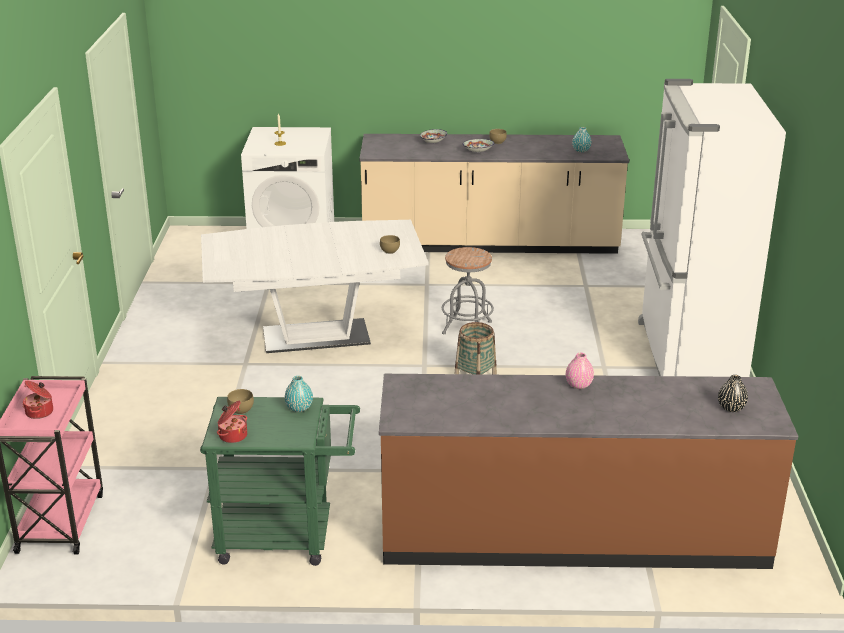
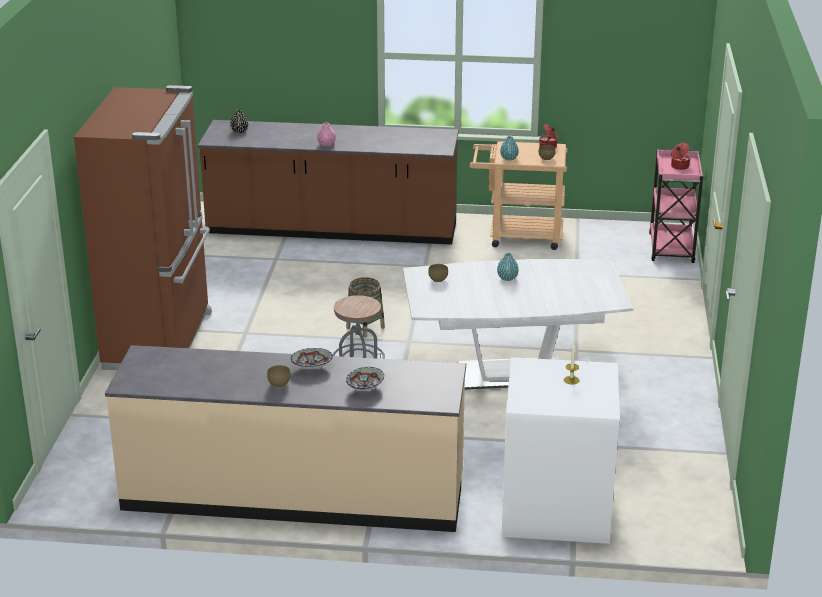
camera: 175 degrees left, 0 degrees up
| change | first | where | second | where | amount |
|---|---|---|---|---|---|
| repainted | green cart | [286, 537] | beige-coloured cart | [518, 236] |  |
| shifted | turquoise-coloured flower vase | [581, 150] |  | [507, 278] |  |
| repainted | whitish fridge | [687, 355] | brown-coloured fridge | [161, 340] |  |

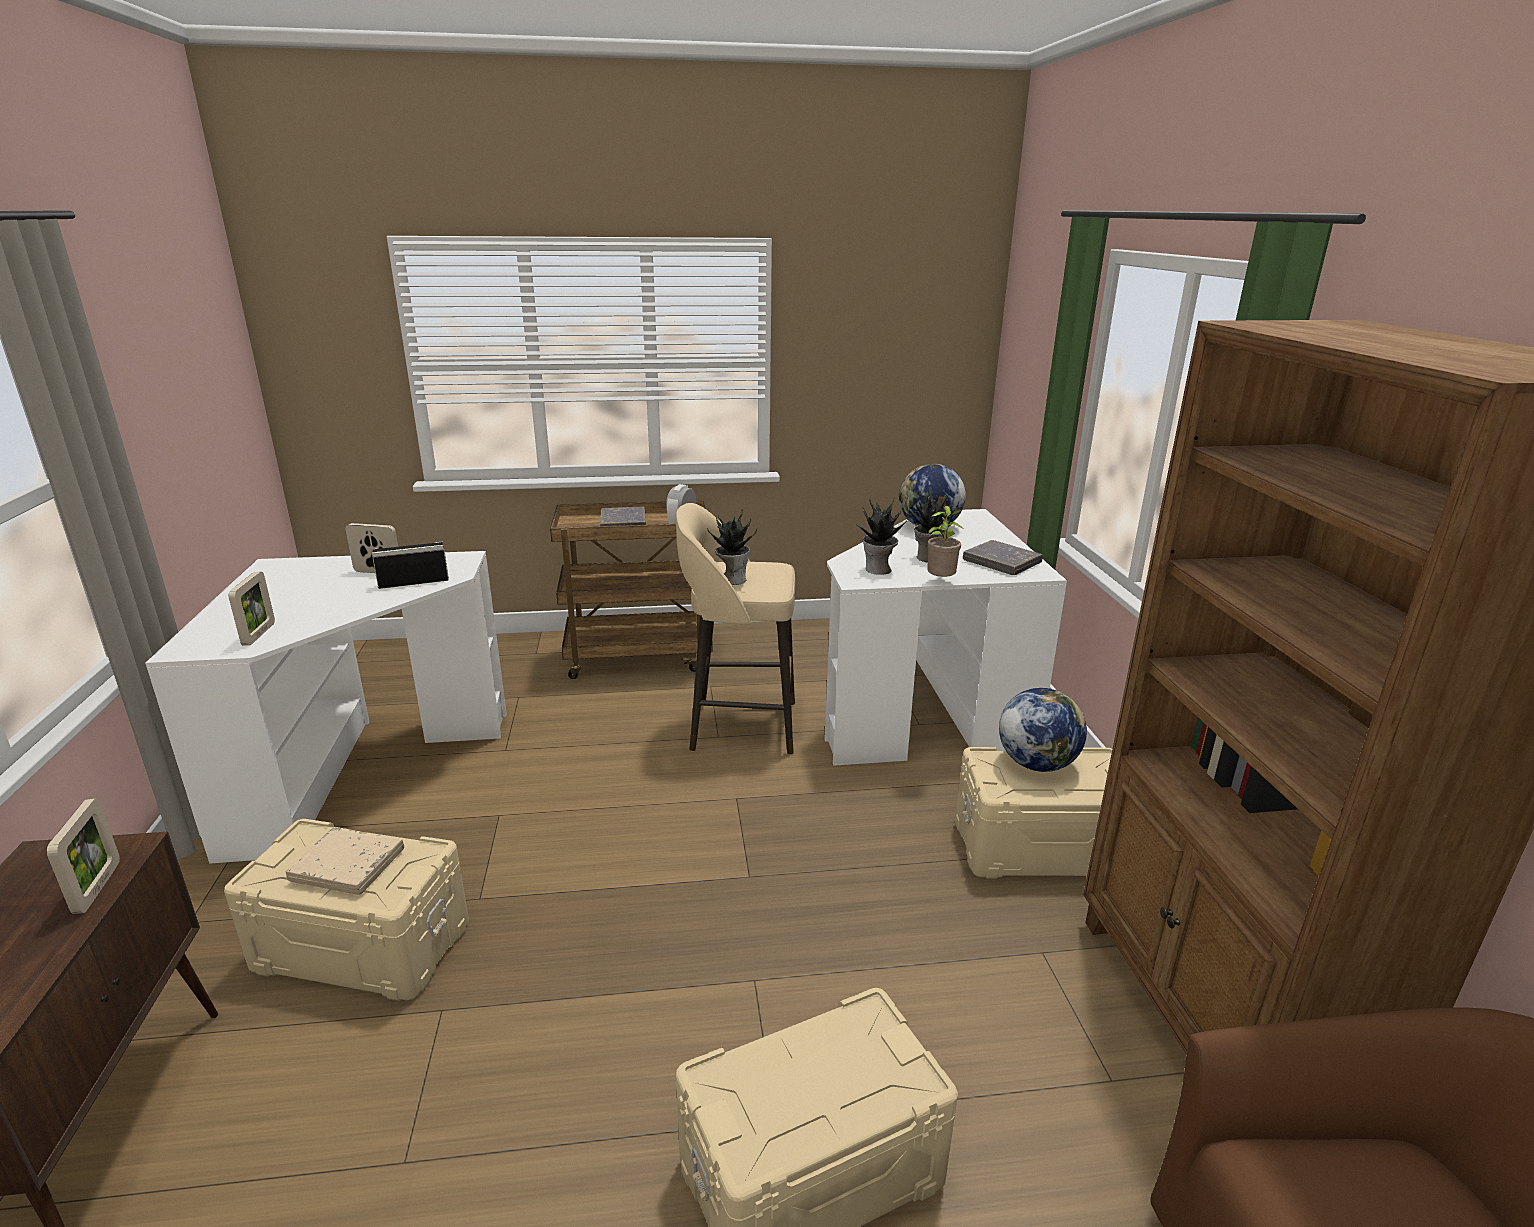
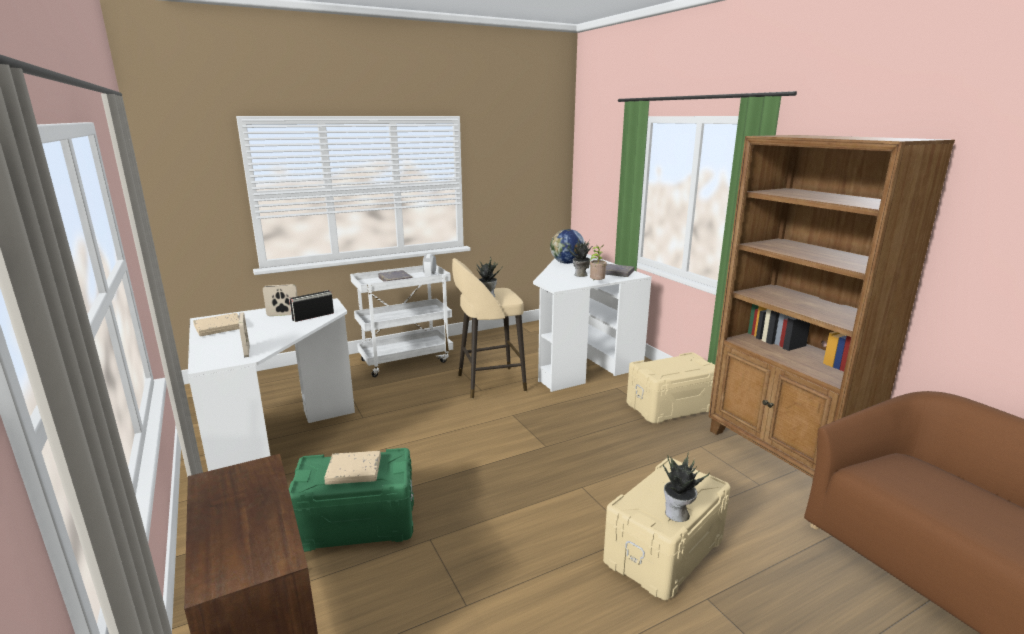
camera: 20 degrees left, 5 degrees down
| change | first | where | second | where | amount |
|---|---|---|---|---|---|
| gone | picture frame | [97, 887] |  |  |  |
| repainted | beige-coloured storage container | [364, 944] | green storage container | [357, 523] |  |
| repainted | brown-coloured cart | [640, 657] | whitish cart | [406, 360] |  |
| shifted | plant in a pot | [878, 570] |  | [677, 515] |  |
| gone | globe | [1036, 764] |  |  |  |
| new |  |  | beige-coloured volume | [219, 328] |  |

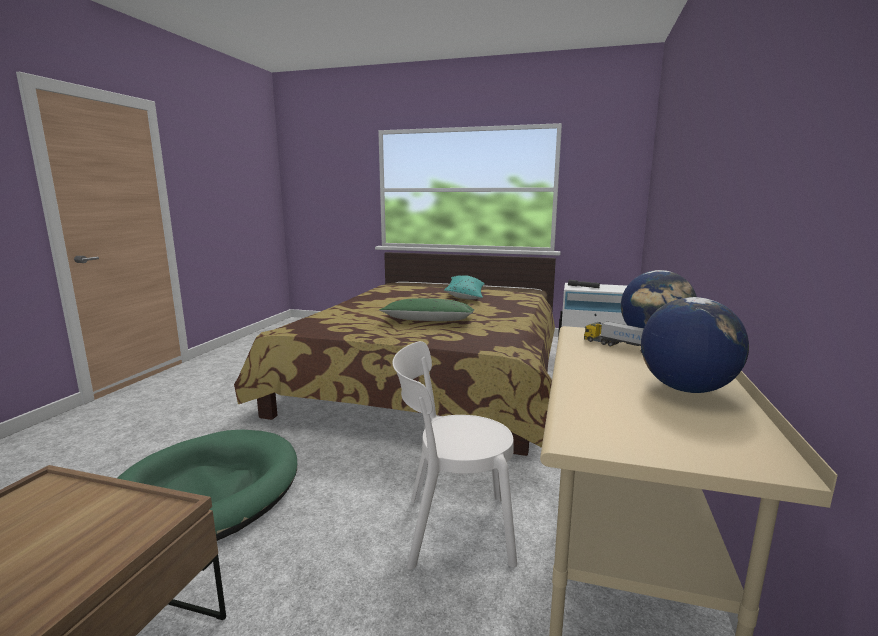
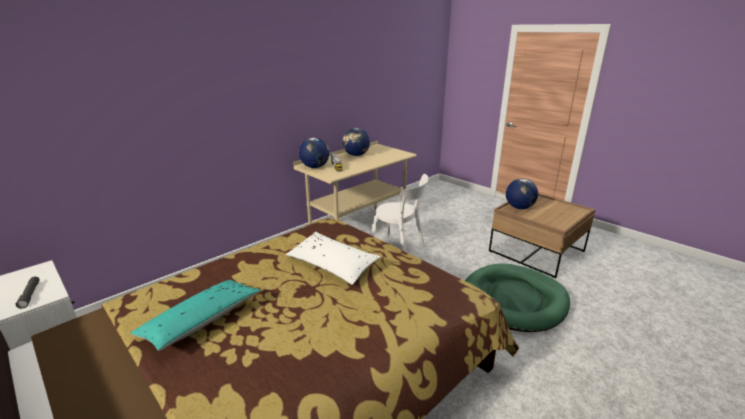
camera: 150 degrees left, 10 degrees up
| change | first | where | second | where | amount |
|---|---|---|---|---|---|
| repainted | green throw pillow | [428, 320] | whitish throw pillow | [332, 265] |  |
| new |  |  | globe | [519, 207] |  |

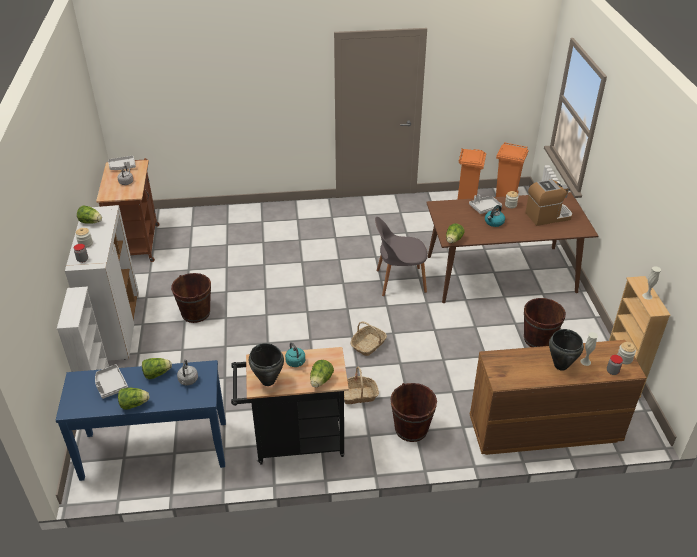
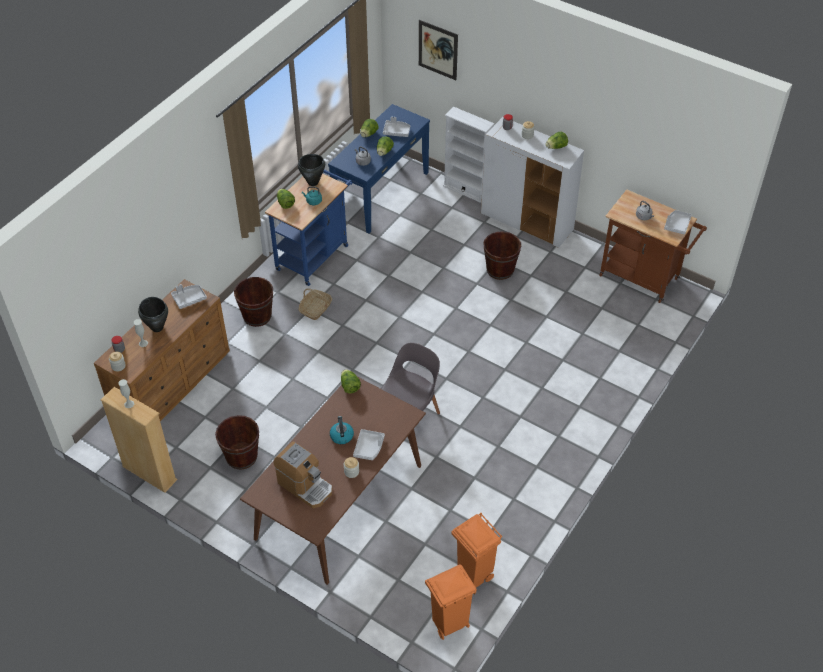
camera: 130 degrees right, 10 degrees up
| change | first | where | second | where | amount |
|---|---|---|---|---|---|
| repainted | blackish cart | [293, 442] | blue-coloured cart | [315, 254] |  |
| gone | storage basket | [368, 345] |  |  |  |
| rotated | coffee maker | [548, 216] |  | [305, 486] | 75 degrees counterclockwise |
| new |  |  | grey carrying tray | [189, 299] |  |
| new |  |  | picture | [438, 50] |  |

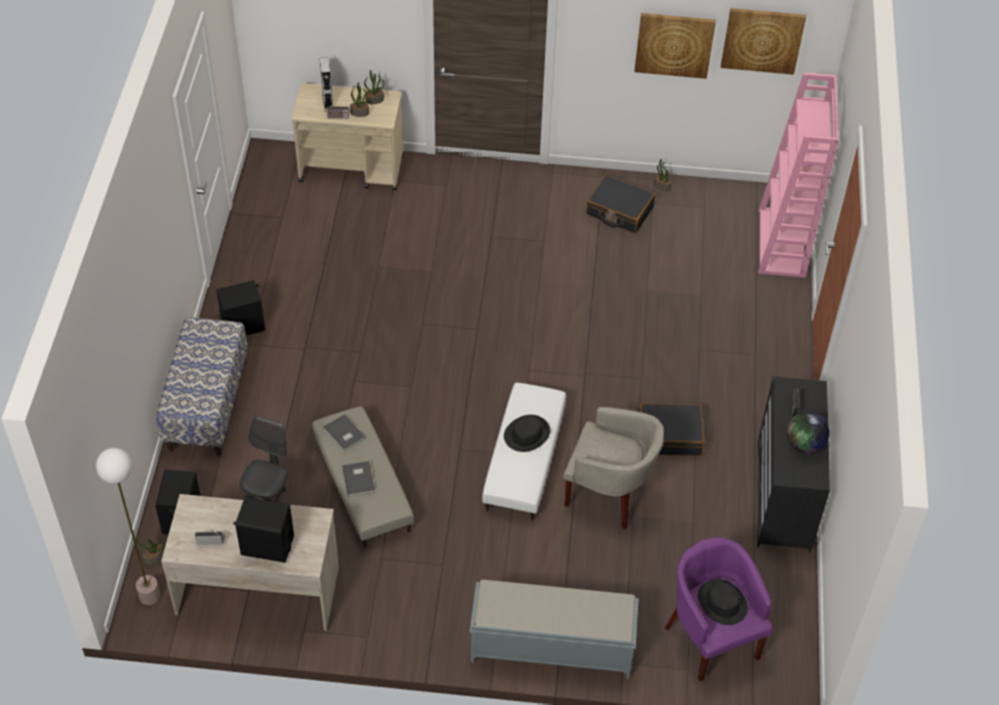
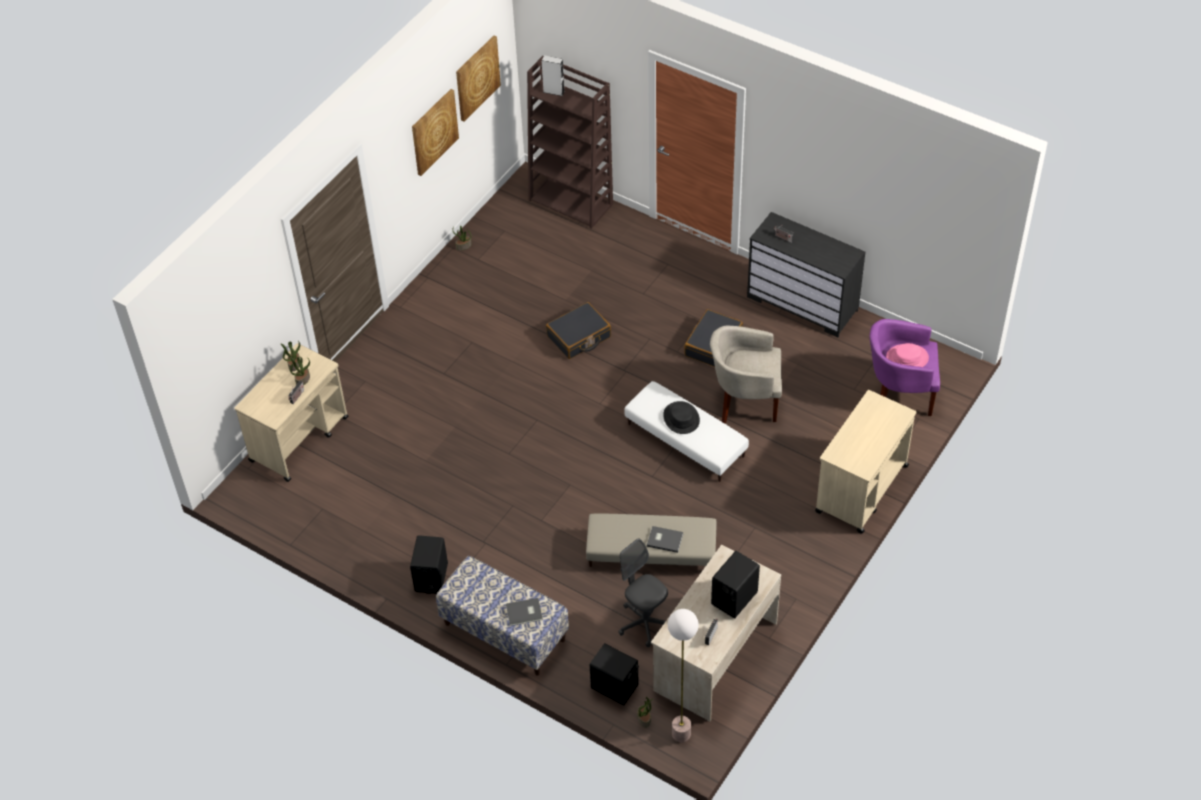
camera: 60 degrees left, 0 degrees up
| change | first | where | second | where | amount |
|---|---|---|---|---|---|
| shifted | grey loudspeaker | [327, 100] |  | [554, 91] |  |
| shifted | grey volume | [343, 434] |  | [525, 613] |  |
| swapped | grey long seat | [550, 646] | beige-coloured cart | [861, 489] |  |
| rotated | beige-coloured easy chair | [610, 493] |  | [745, 400] | 135 degrees counterclockwise |
| shifted | blackish suitcase | [619, 211] |  | [579, 337] |  |
| repainted | blackish wearable hat | [722, 603] | pink wearable hat | [907, 358] |  |
| repainted | pink bookcase | [782, 244] | brown-coloured bookcase | [571, 202] |  |
| gone | globe | [804, 445] |  |  |  |

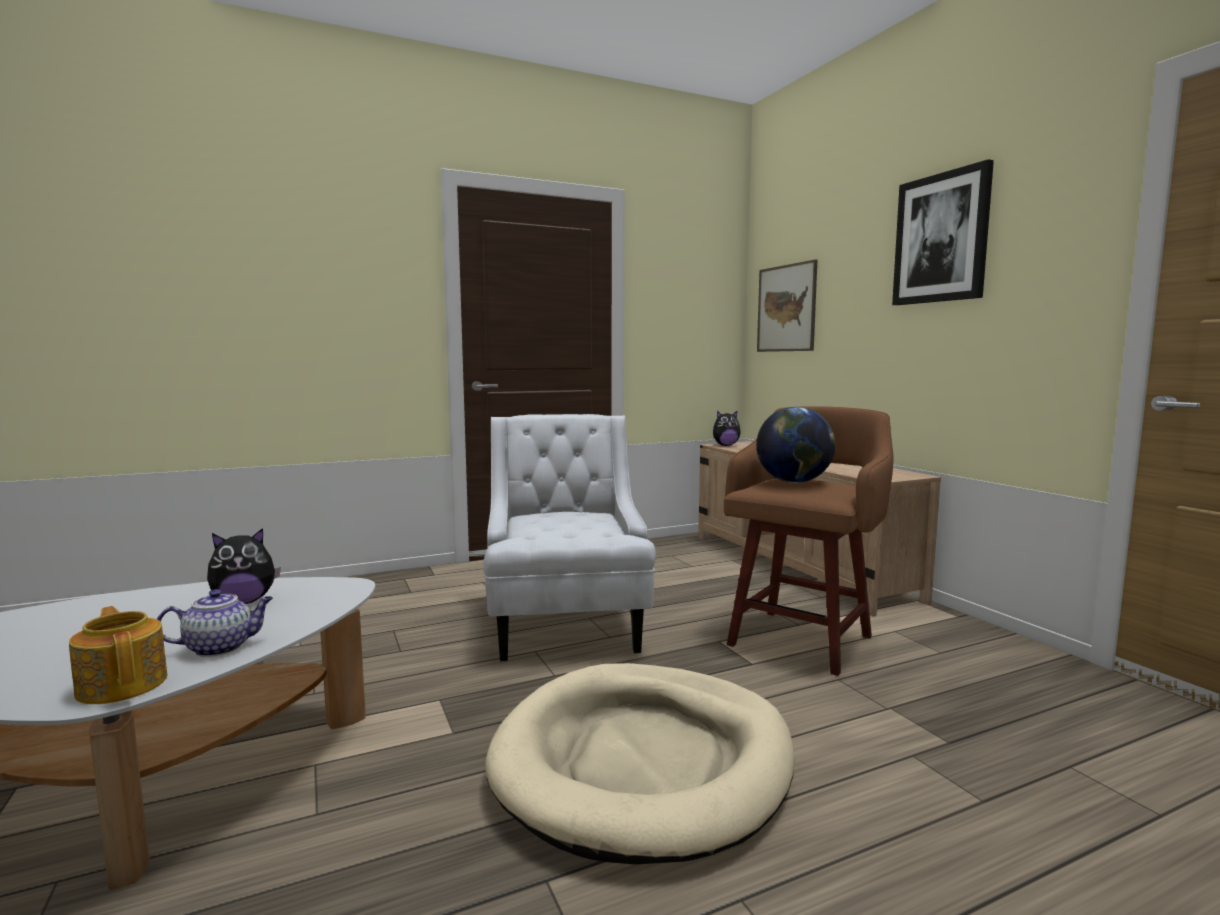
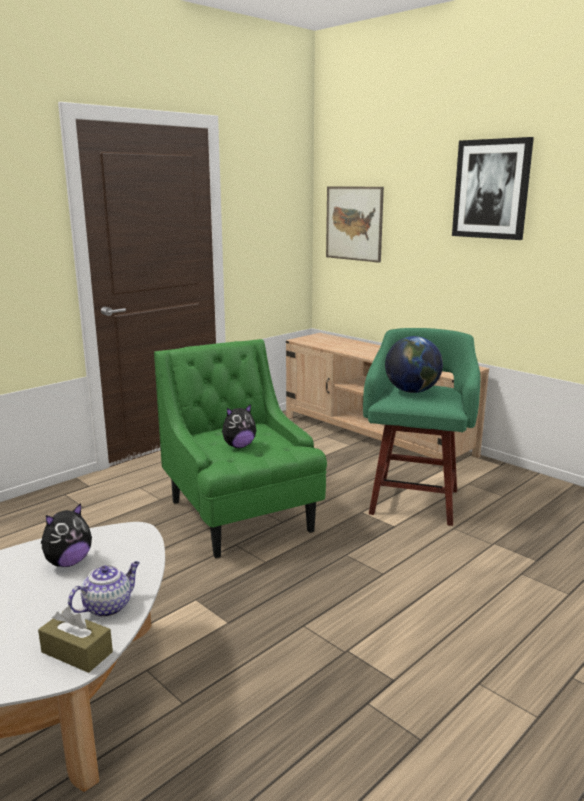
camera: 20 degrees left, 10 degrees up
| change | first | where | second | where | amount |
|---|---|---|---|---|---|
| swapped | pot for tea | [123, 684] | brown-coloured tissue holder | [77, 652] |  |
| repainted | whitish easy chair | [566, 624] | green easy chair | [241, 517] |  |
| gone | beige-coloured pet bed | [644, 762] |  |  |  |
| shifted | soft toy | [725, 445] |  | [239, 446] |  |
| repainted | brown-coloured sitting stool | [802, 639] | green sitting stool | [414, 500] |  |

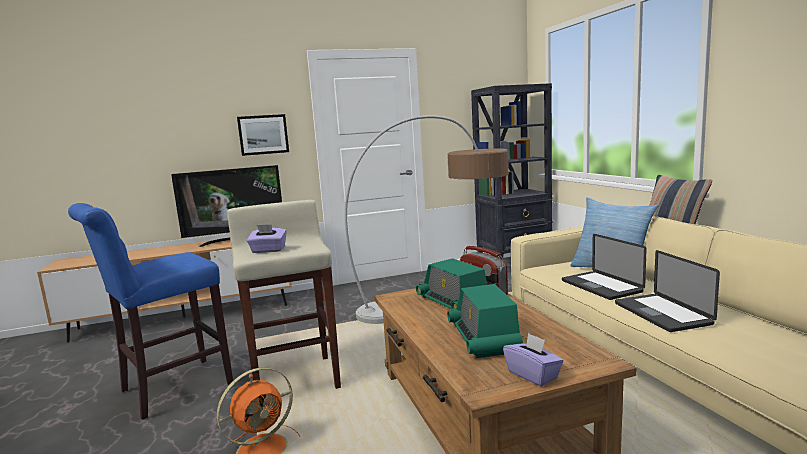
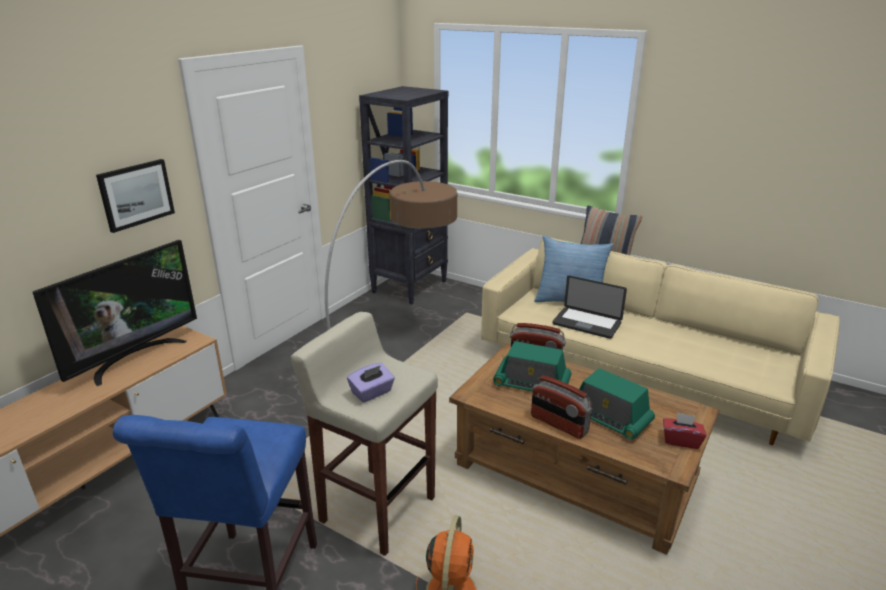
camera: 40 degrees left, 15 degrees up
| change | first | where | second | where | amount |
|---|---|---|---|---|---|
| repainted | purple-coloured tissue holder | [533, 375] | reddish tissue holder | [681, 440] |  |
| gone | notebook computer | [661, 313] |  |  |  |
| new |  |  | radio set | [558, 424] |  |

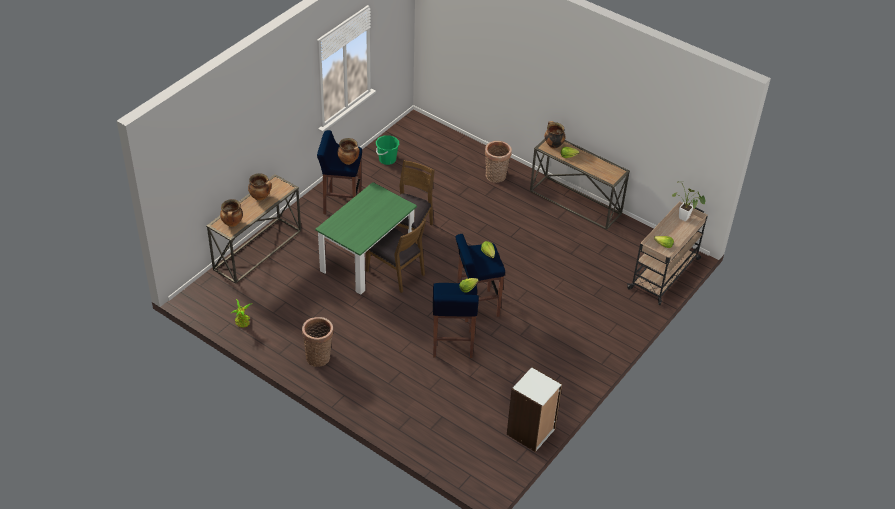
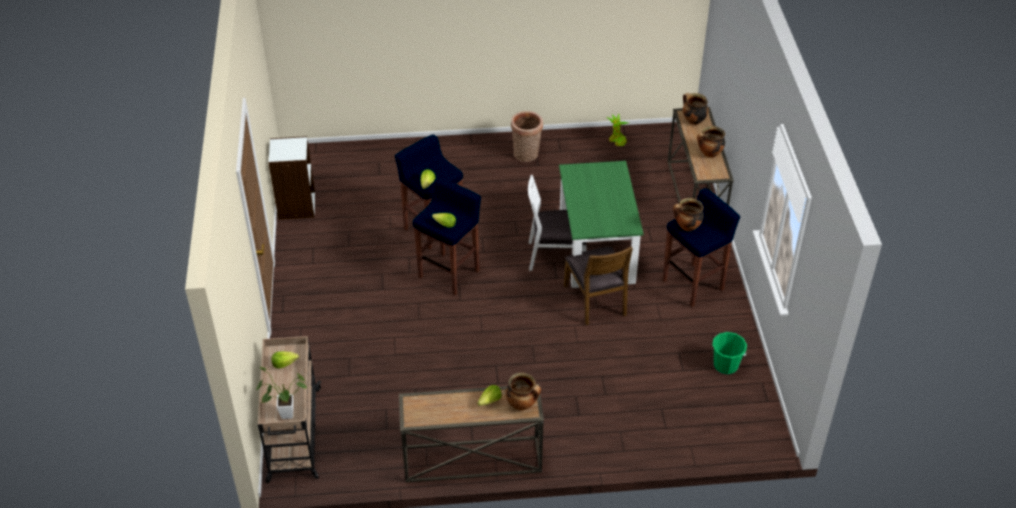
camera: 140 degrees right, 0 degrees up
| change | first | where | second | where | amount |
|---|---|---|---|---|---|
| repainted | brown-coloured plain chair | [396, 272] | whitish plain chair | [556, 256] |  |
| gone | storage basket | [496, 177] |  |  |  |

